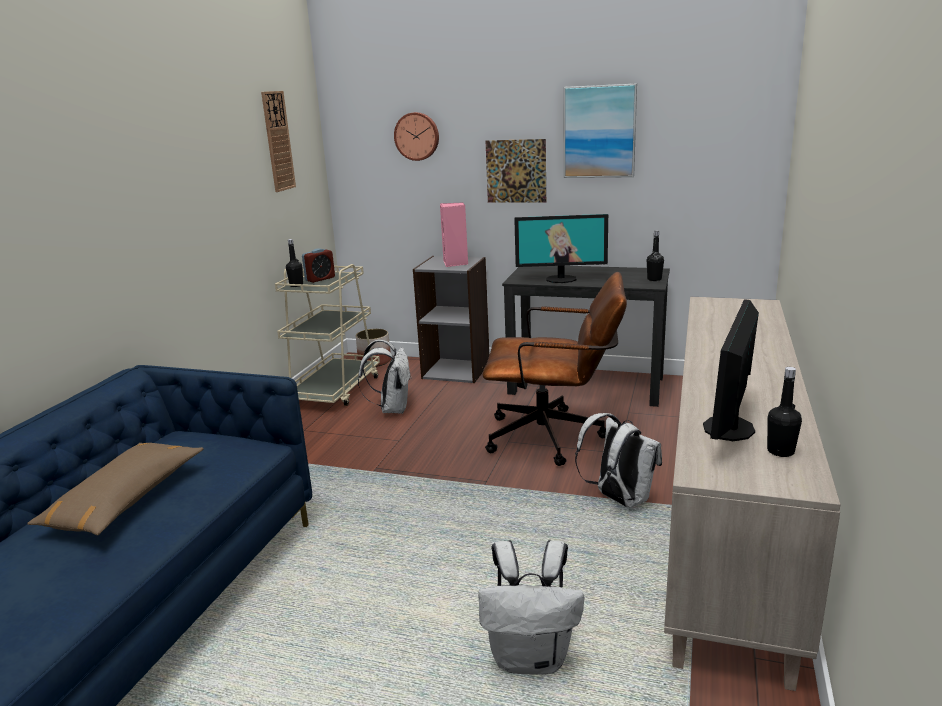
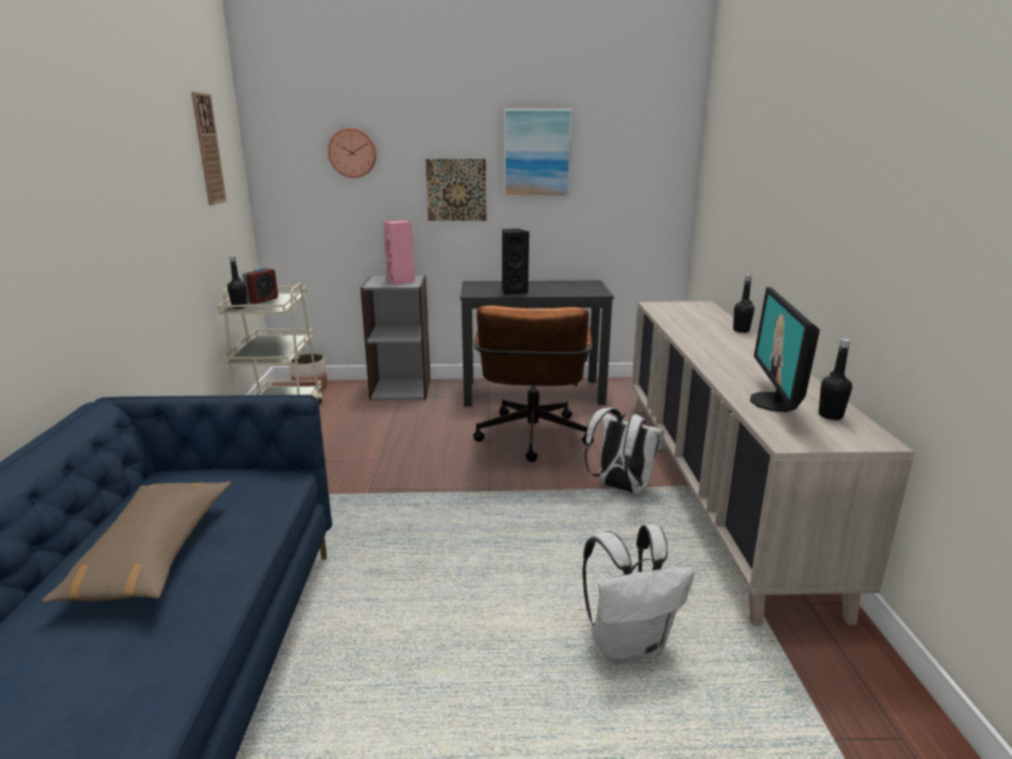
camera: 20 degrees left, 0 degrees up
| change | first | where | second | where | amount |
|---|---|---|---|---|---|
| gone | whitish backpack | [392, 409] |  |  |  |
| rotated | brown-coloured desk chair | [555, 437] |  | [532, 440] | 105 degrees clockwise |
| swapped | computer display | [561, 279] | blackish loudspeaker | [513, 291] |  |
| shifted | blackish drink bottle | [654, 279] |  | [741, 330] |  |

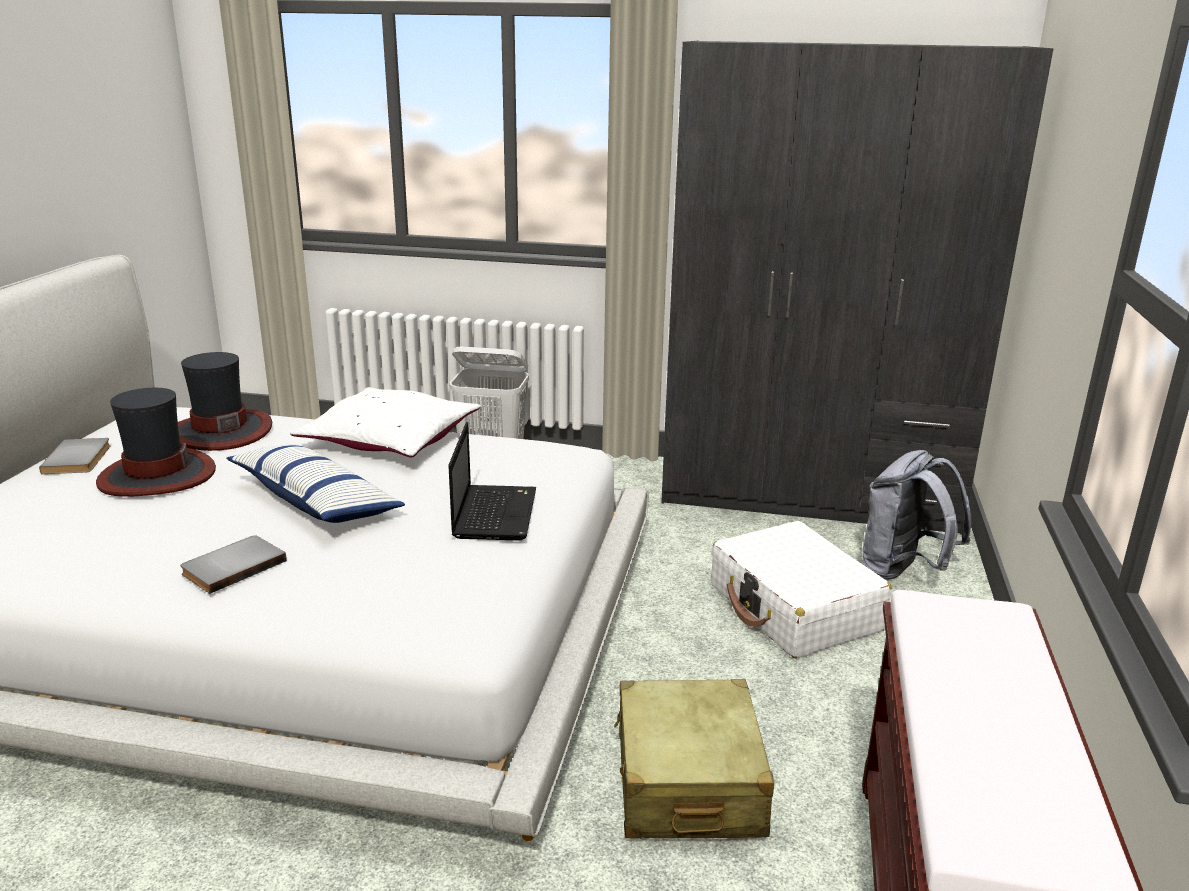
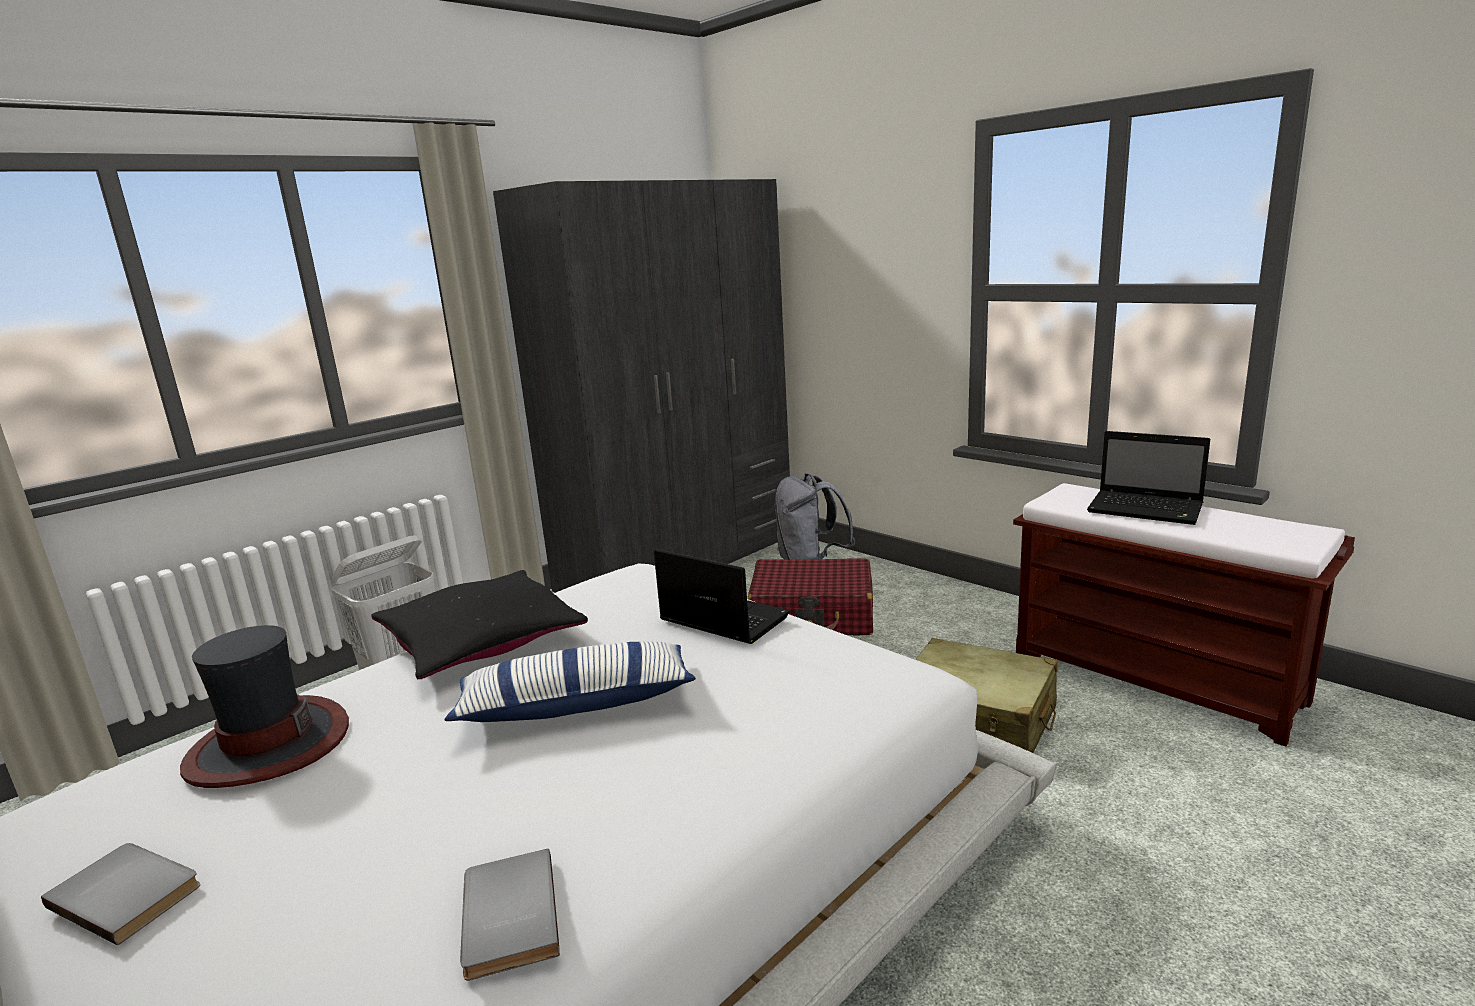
camera: 55 degrees left, 5 degrees down
| change | first | where | second | where | amount |
|---|---|---|---|---|---|
| gone | wearable hat | [156, 476] |  |  |  |
| shifted | grey volume | [232, 566] |  | [505, 917] |  |
| repainted | whitish throw pillow | [390, 439] | blackish throw pillow | [481, 641] |  |
| repainted | whitish suitcase | [794, 608] | reddish suitcase | [813, 615] |  |
| new |  |  | notebook computer | [1147, 509] |  |

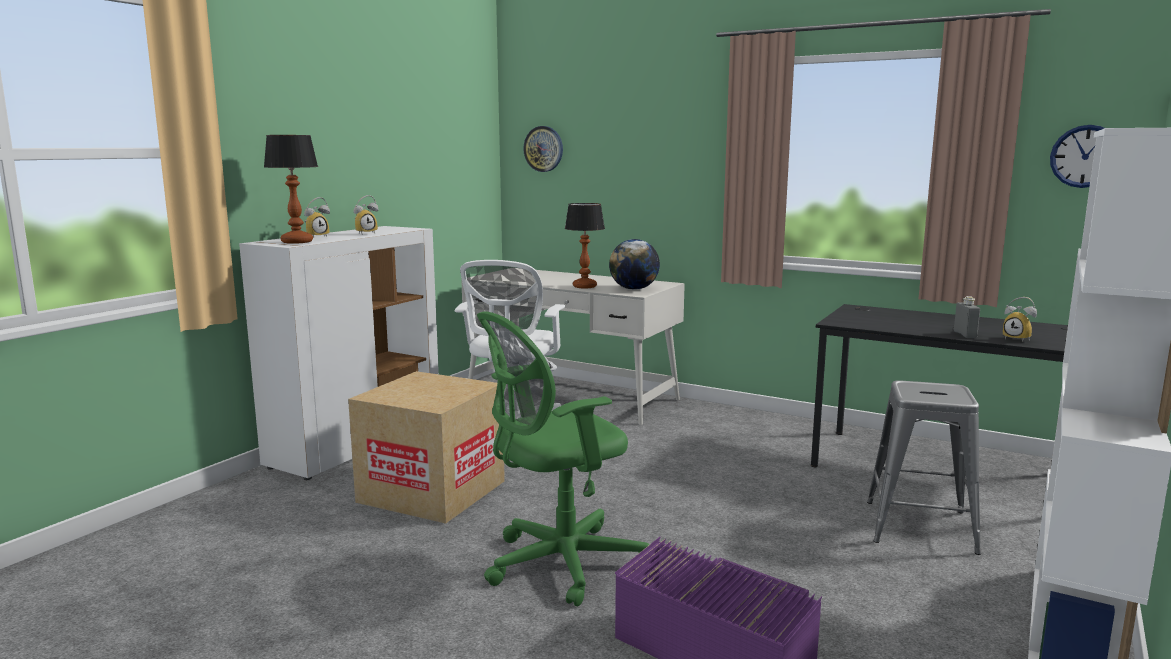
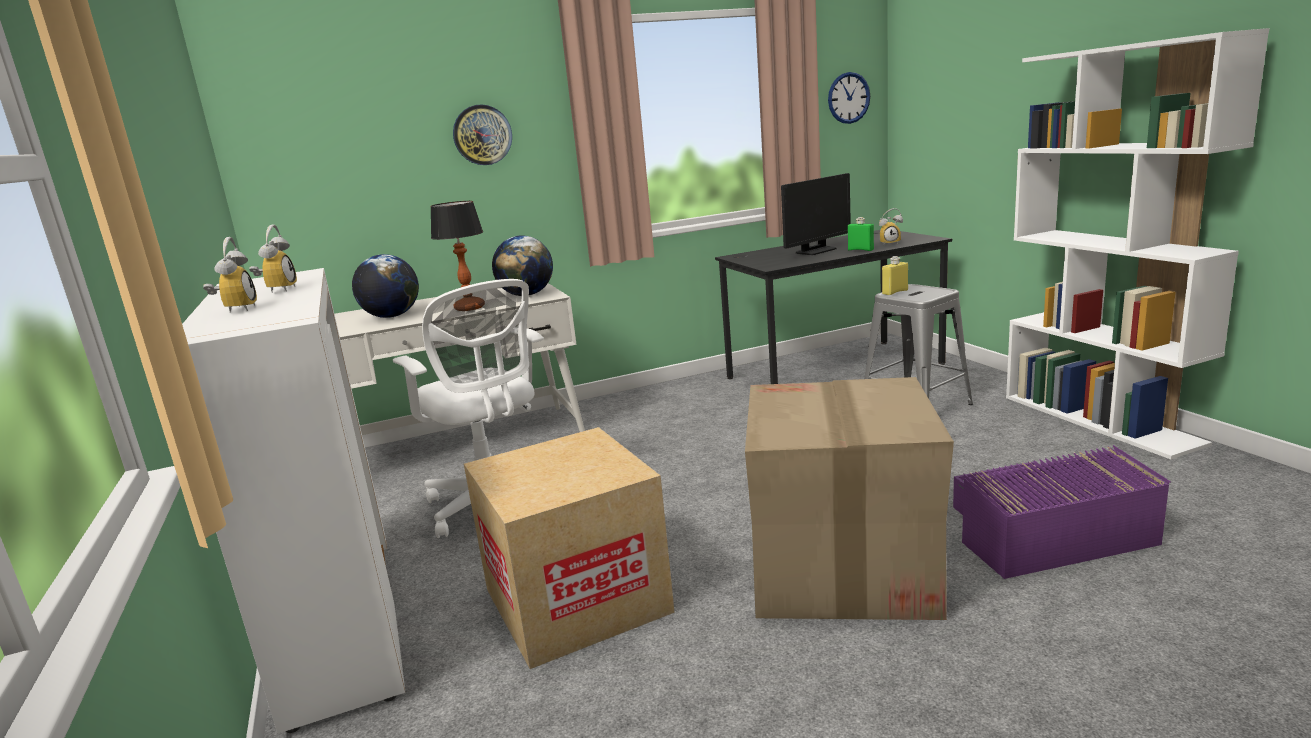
camera: 50 degrees left, 5 degrees up
| change | first | where | second | where | amount |
|---|---|---|---|---|---|
| gone | lamp for a table | [297, 242] |  |  |  |
| swapped | green desk chair | [559, 564] | carton | [841, 568] |  |
| shifted | hanging clock | [543, 149] |  | [482, 135] |  |
| repainted | grey drink bottle | [965, 335] | green drink bottle | [860, 250] |  |
| new |  |  | globe | [391, 316] |  |
| new |  |  | computer display | [816, 251] |  |
| new |  |  | yellow-coloured drink bottle | [895, 292] |  |

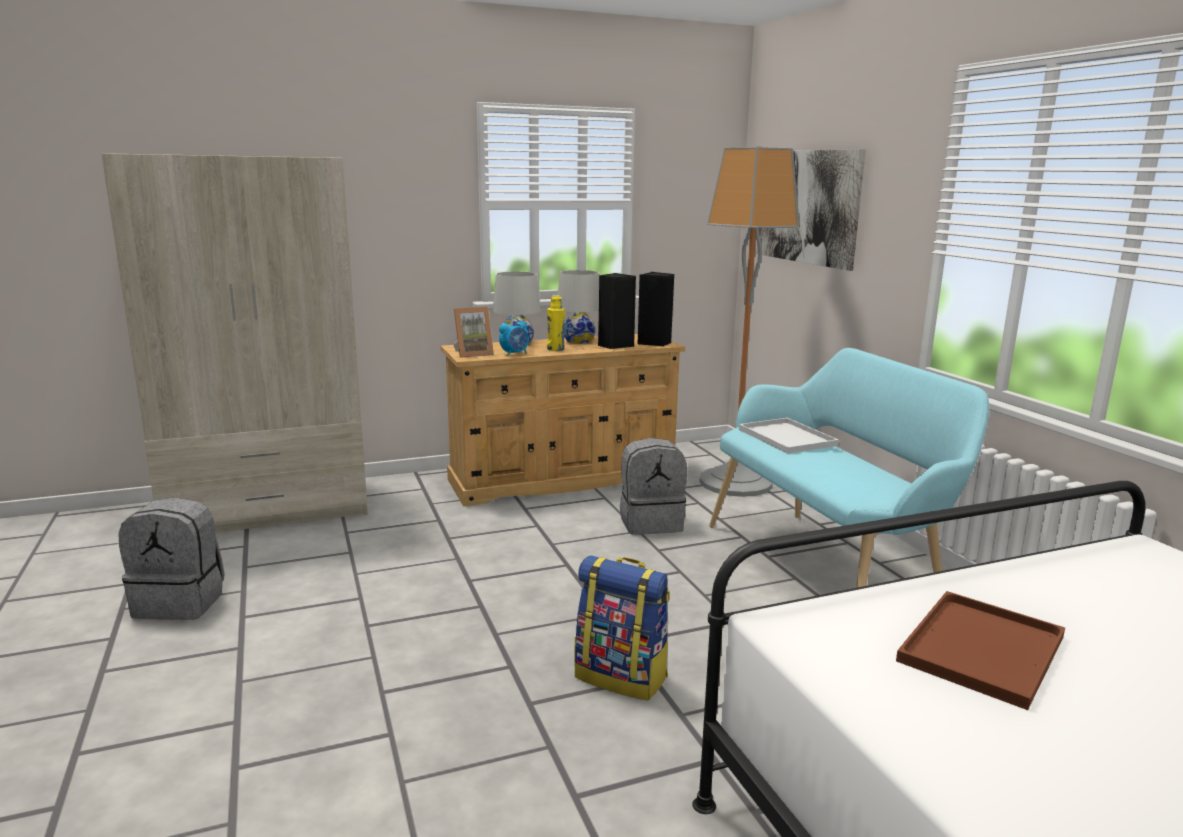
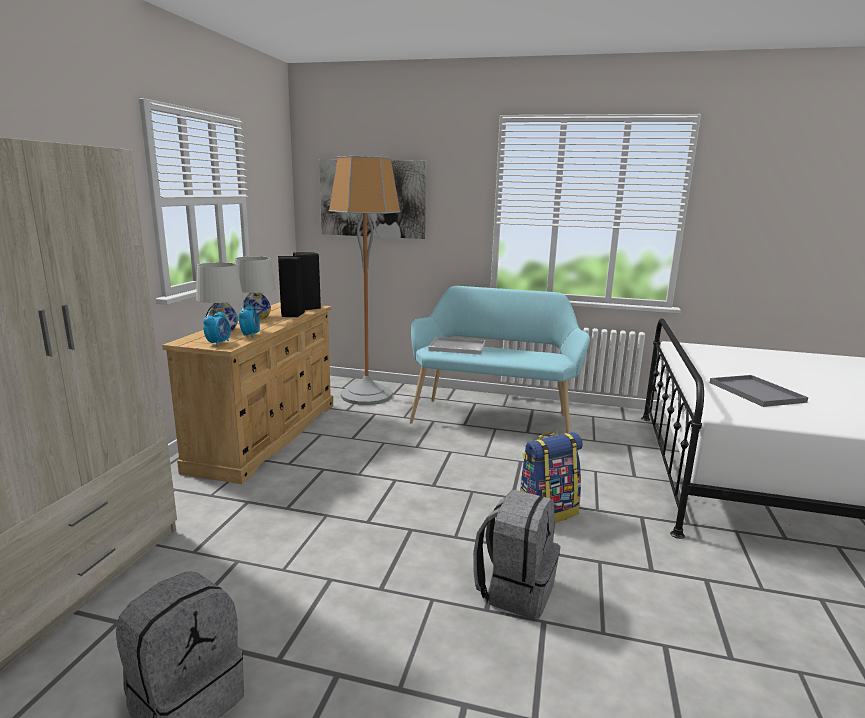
camera: 55 degrees left, 0 degrees up
| change | first | where | second | where | amount |
|---|---|---|---|---|---|
| swapped | picture frame | [473, 354] | alarm clock | [218, 343] |  |
| gone | yellow-coloured drink bottle | [555, 349] |  |  |  |
| shifted | grey backpack | [651, 522] |  | [515, 589] |  |
| repainted | brown-coloured carrying tray | [980, 647] | grey carrying tray | [754, 391] |  |

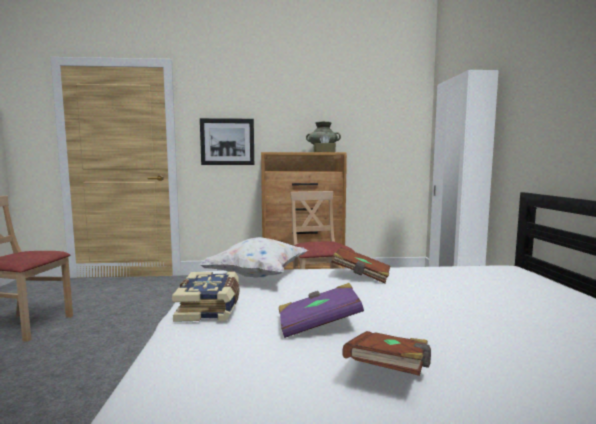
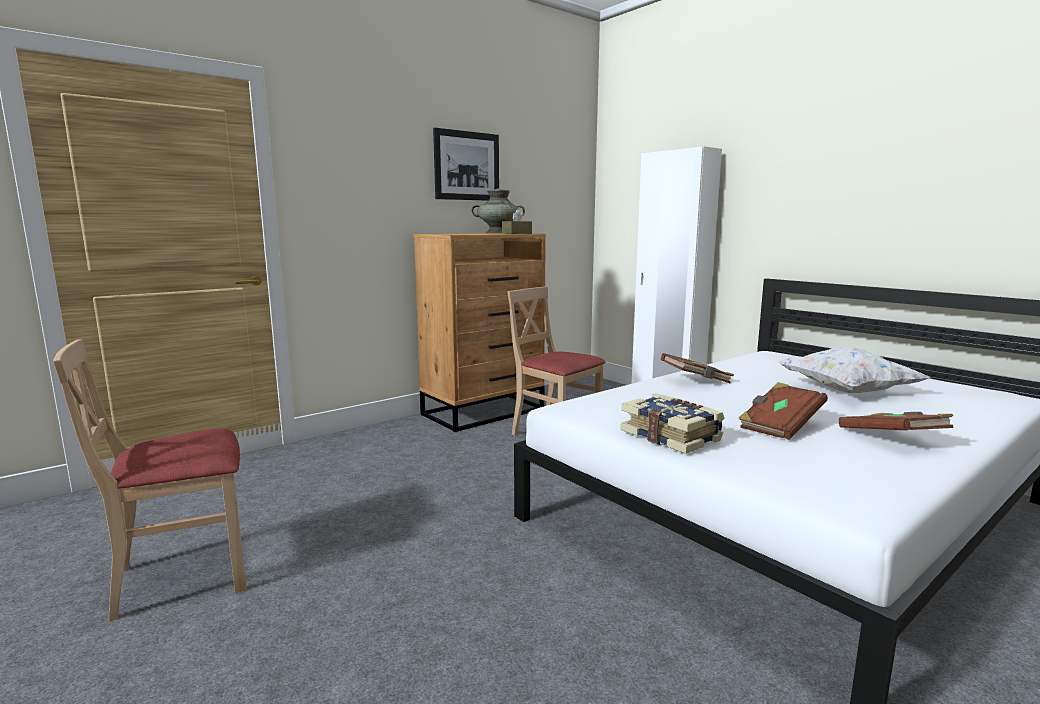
camera: 35 degrees left, 5 degrees up
| change | first | where | second | where | amount |
|---|---|---|---|---|---|
| shifted | whitish throw pillow | [258, 276] |  | [845, 391] |  |
| shifted | picture | [227, 142] |  | [467, 166] |  |
| repainted | purple-coloured volume | [318, 325] | brown-coloured volume | [779, 426] |  |

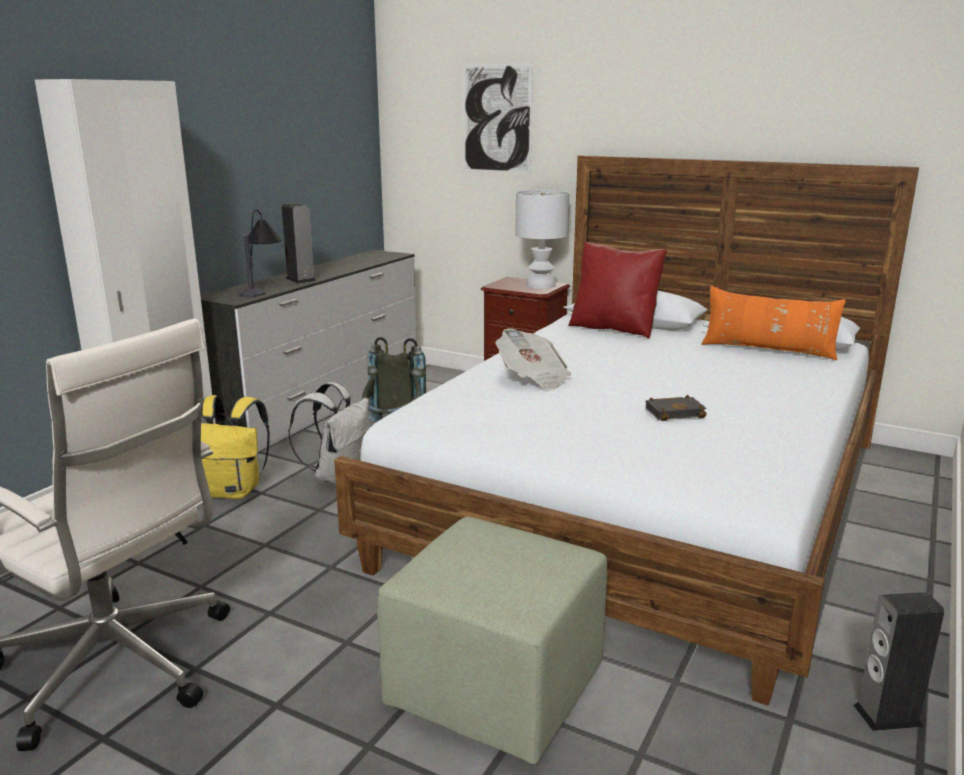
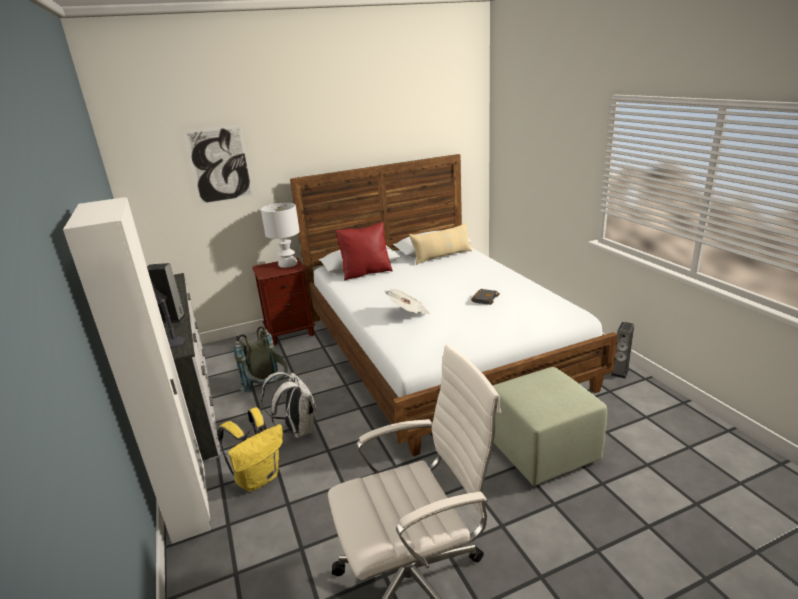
camera: 50 degrees left, 5 degrees up
| change | first | where | second | where | amount |
|---|---|---|---|---|---|
| repainted | orangey throw pillow | [768, 350] | beige-coloured throw pillow | [442, 256] |  |

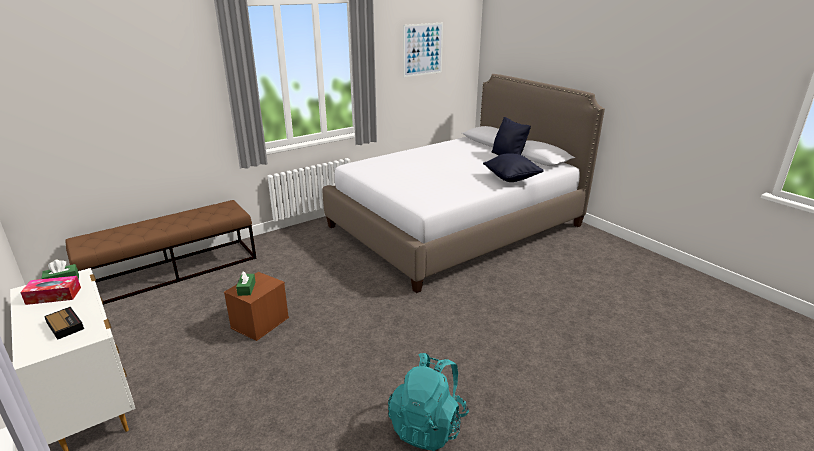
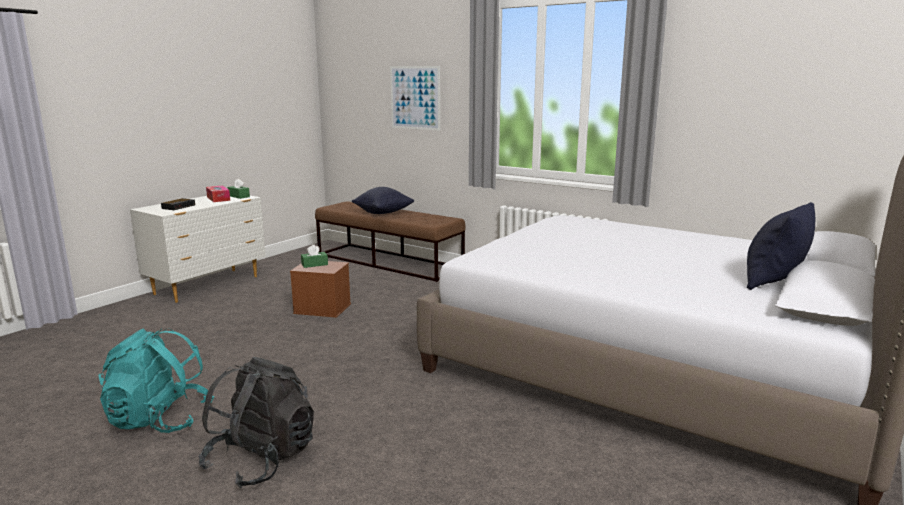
camera: 70 degrees right, 10 degrees down
| change | first | where | second | where | amount |
|---|---|---|---|---|---|
| shifted | picture | [422, 49] |  | [415, 98] |  |
| shifted | blackish throw pillow | [511, 178] |  | [383, 213] |  |
| new |  |  | blackish backpack | [261, 460] |  |

